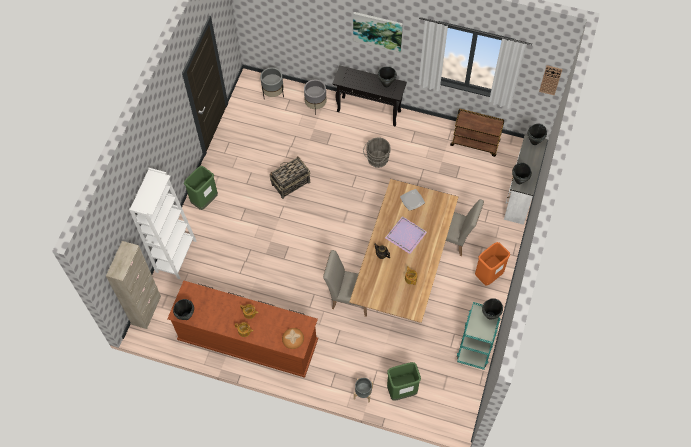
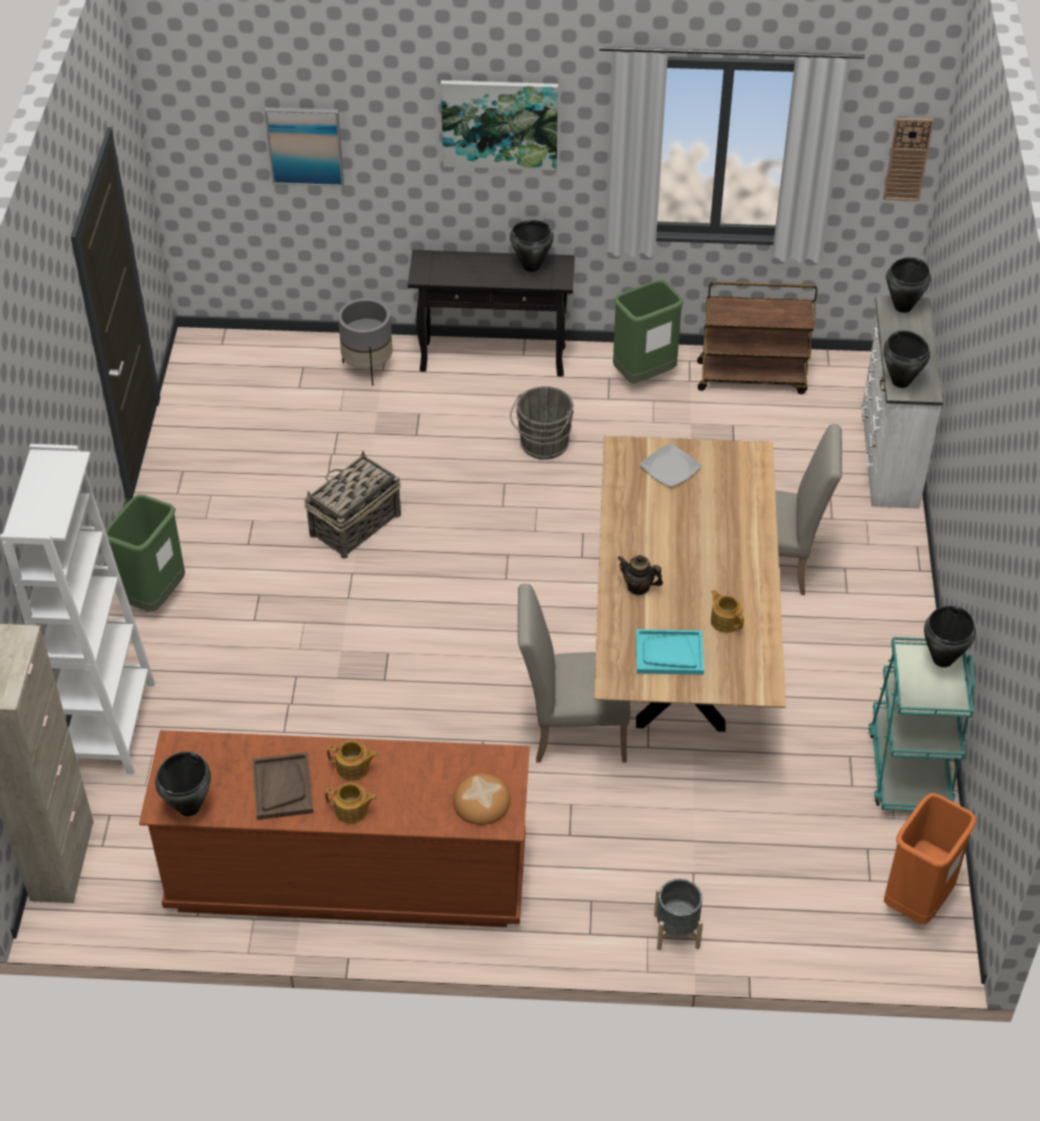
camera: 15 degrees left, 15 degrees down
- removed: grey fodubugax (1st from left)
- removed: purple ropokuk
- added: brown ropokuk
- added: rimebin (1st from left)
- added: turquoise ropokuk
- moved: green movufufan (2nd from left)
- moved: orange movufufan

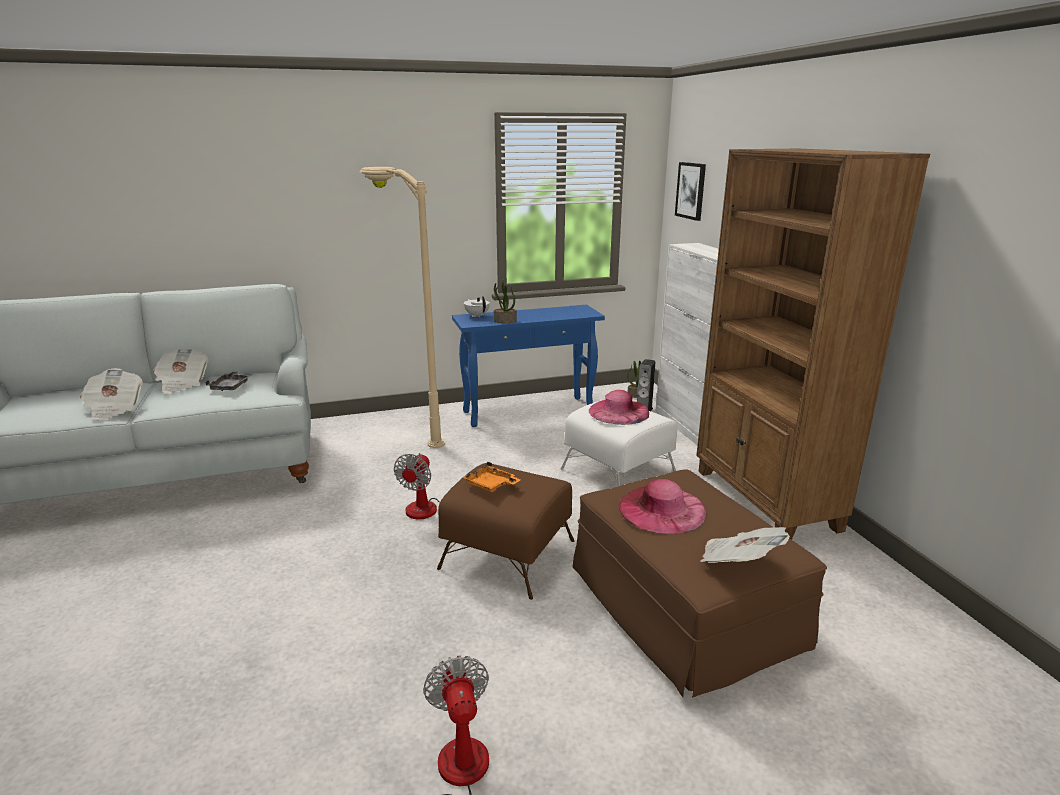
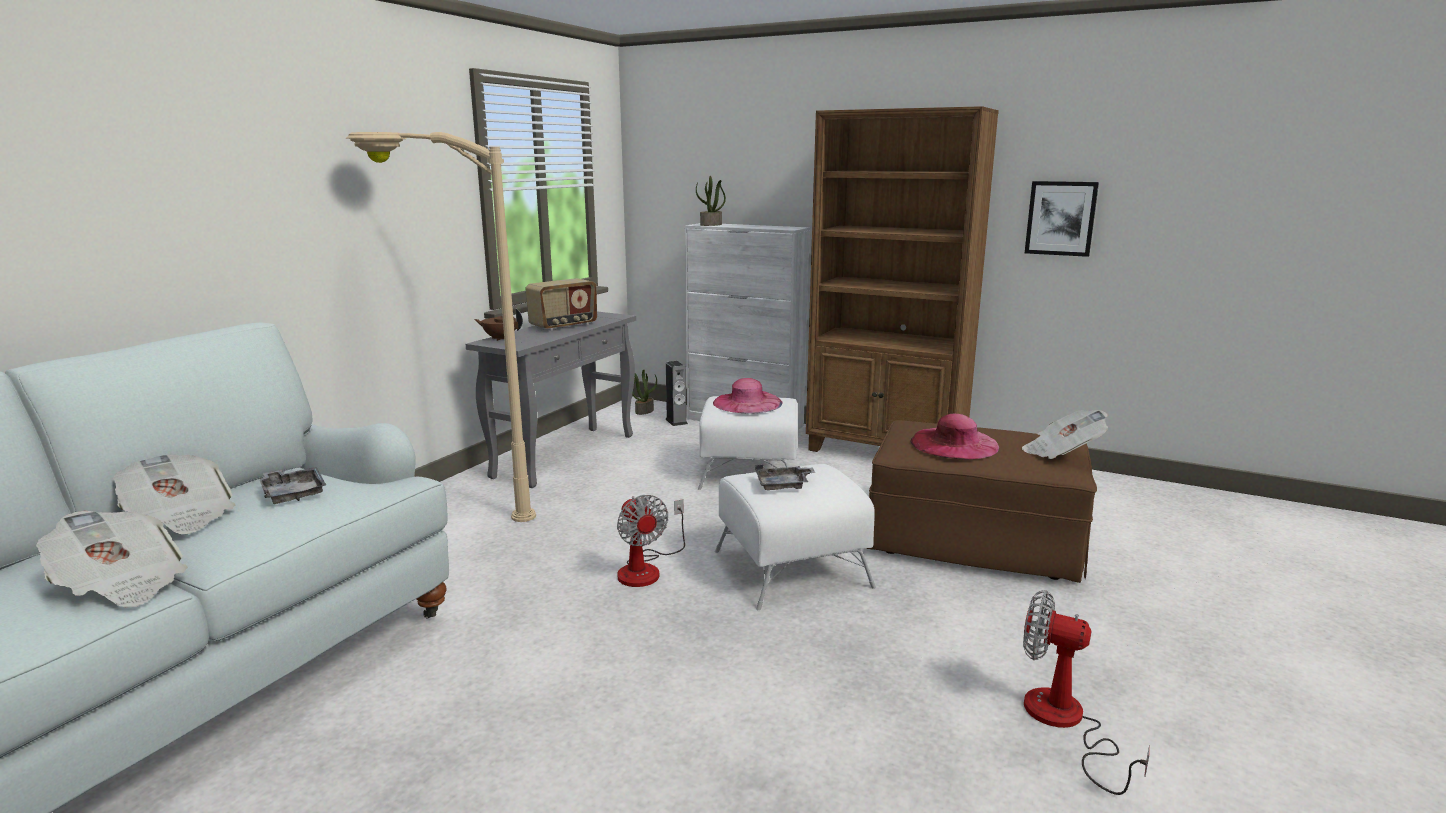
camera: 45 degrees left, 5 degrees down
- added: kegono
- moved: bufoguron (1st from left in the first image) to bufoguron (2nd from left)
- moved: rimebin
- recoloured: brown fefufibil (1st from left) to white fefufibil (2nd from left)
- recoloured: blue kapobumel to grey kapobumel
- recoloured: orange ropokuk to grey ropokuk (2nd from left)
- recoloured: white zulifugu to brown zulifugu

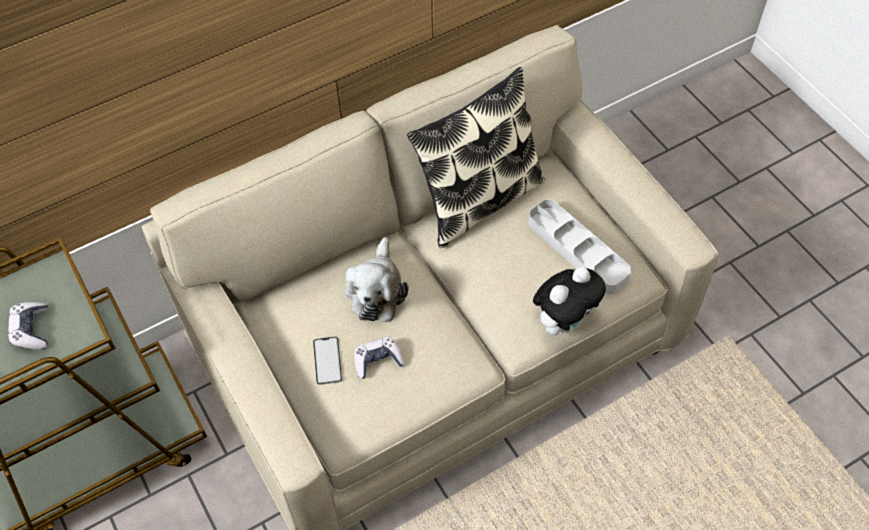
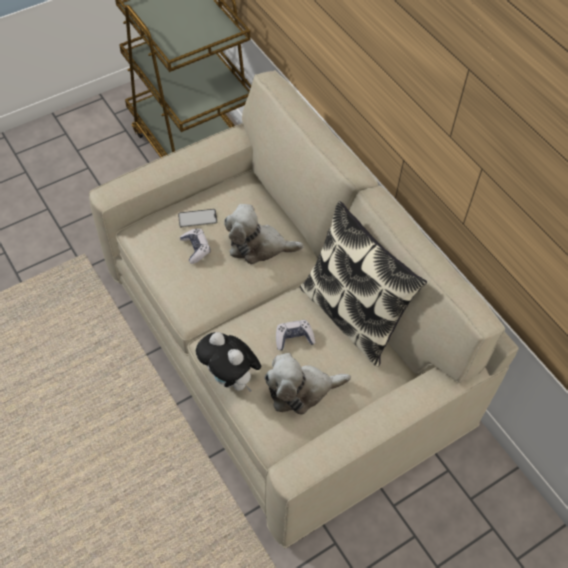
camera: 85 degrees right, 0 degrees up
- moved: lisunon (1st from left in the first image) to lisunon (2nd from left)
- replaced: grey ropokuk to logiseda (3rd from left)

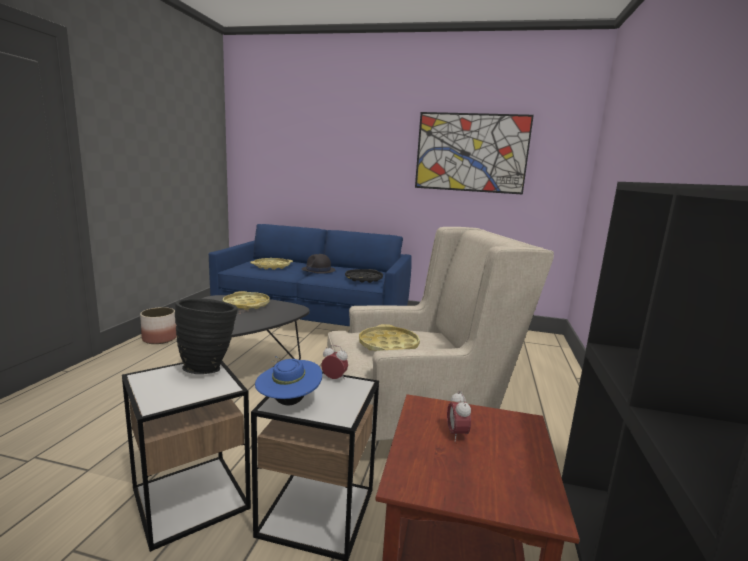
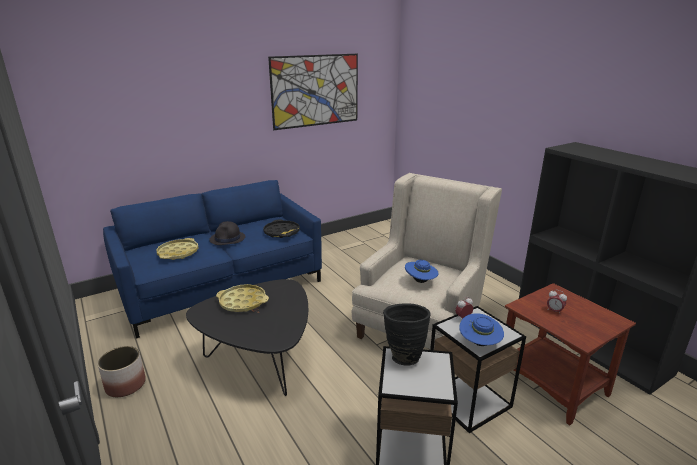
camera: 45 degrees left, 10 degrees up
- replaced: yellow ropokuk (3rd from left) to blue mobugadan (1st from left)

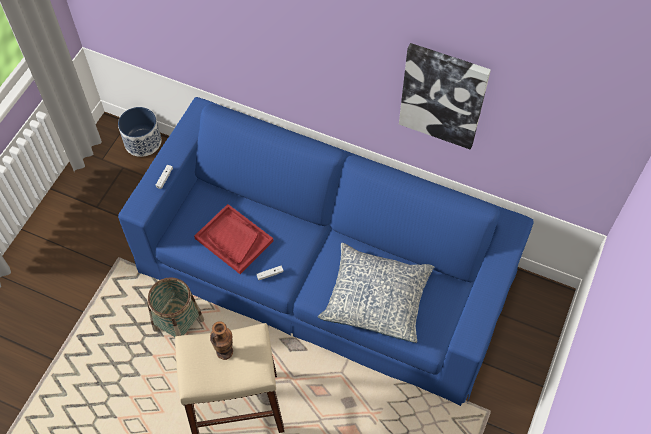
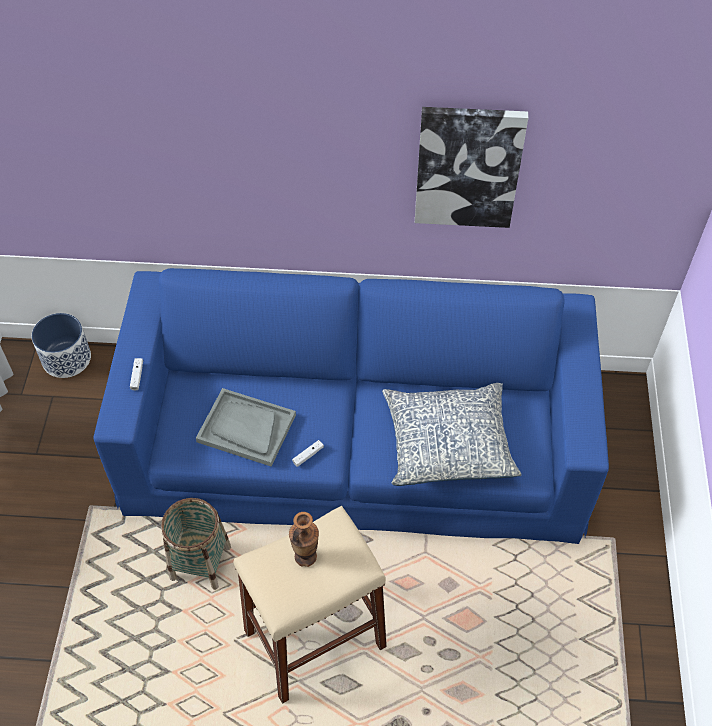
camera: 20 degrees left, 5 degrees down
- recoloured: red ropokuk to grey ropokuk

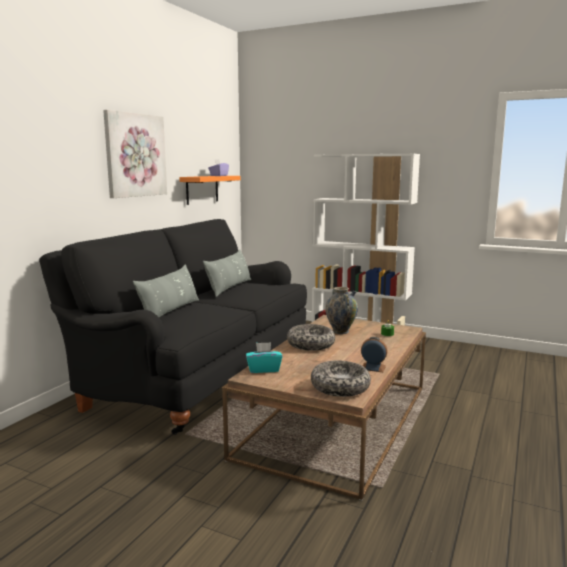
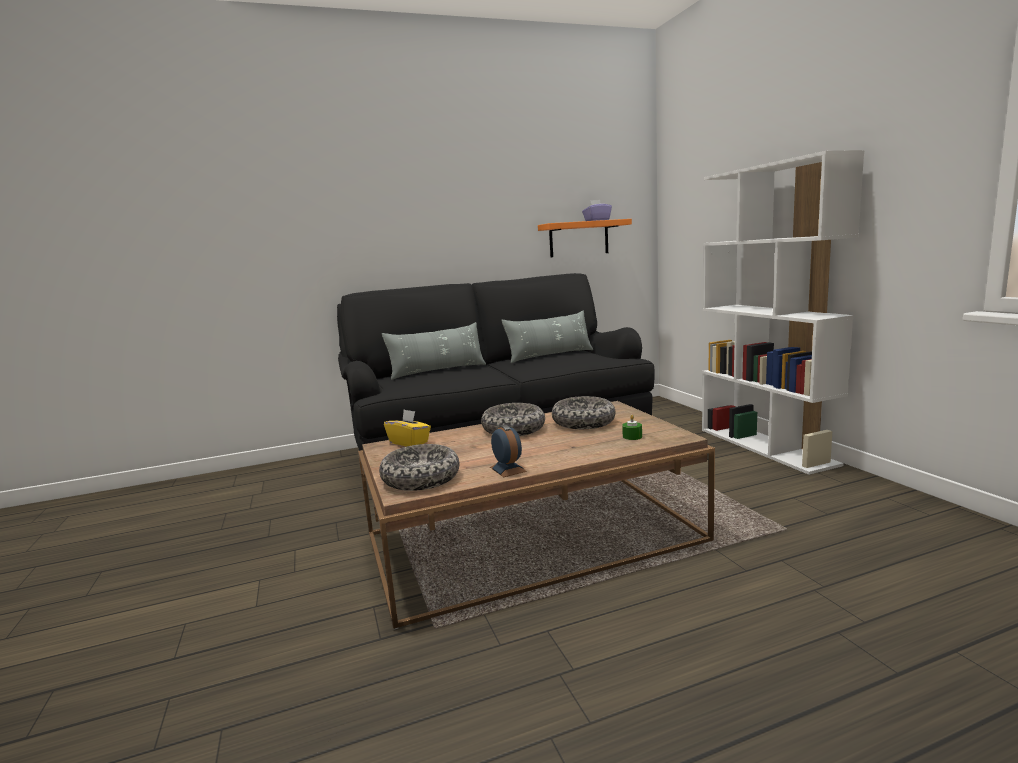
camera: 45 degrees right, 0 degrees up
- removed: rimebin
- replaced: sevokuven to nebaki (3rd from left)
- recoloured: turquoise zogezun to yellow zogezun

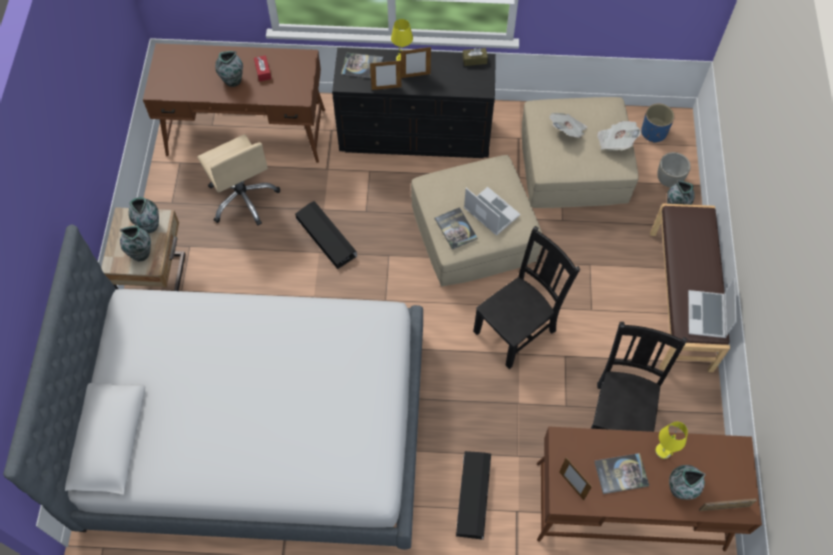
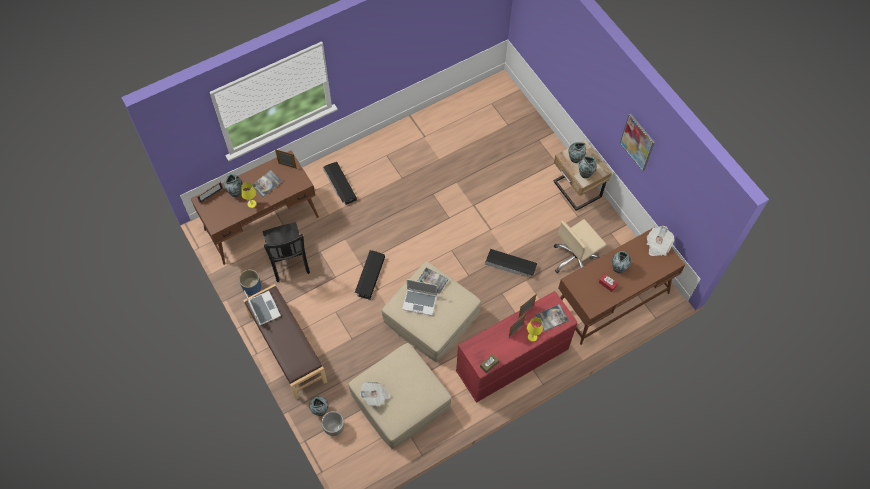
camera: 145 degrees right, 0 degrees up
- removed: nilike
- added: rimebin
- moved: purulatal (1st from left in the first image) to purulatal (2nd from left)
- moved: blue fodubugax
- replaced: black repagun (1st from left) to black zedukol (2nd from left)
- recoloured: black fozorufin to red fozorufin
- turned: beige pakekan 60 degrees counterclockwise

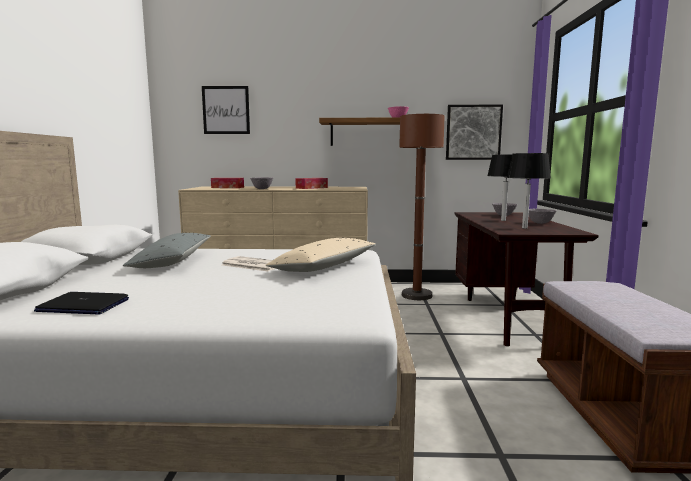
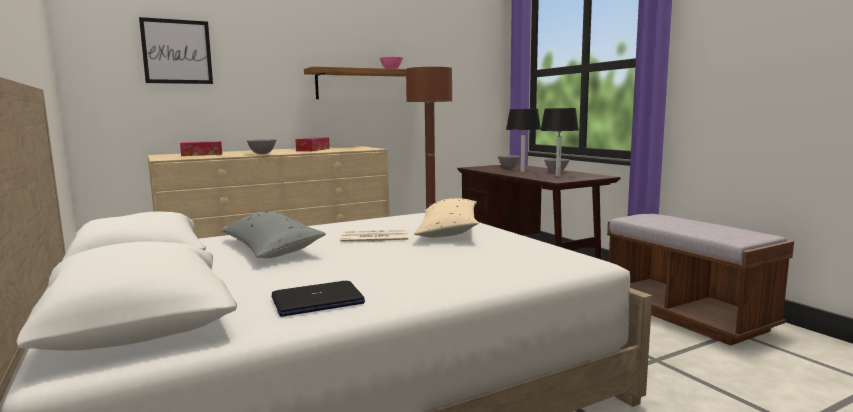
camera: 30 degrees left, 0 degrees up
- removed: rimebin (2nd from left)

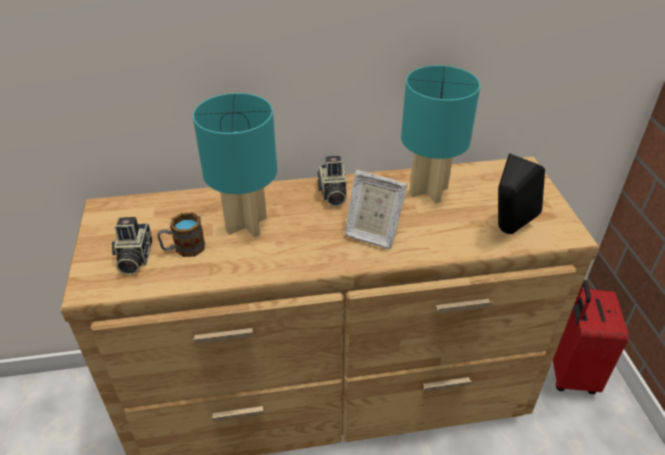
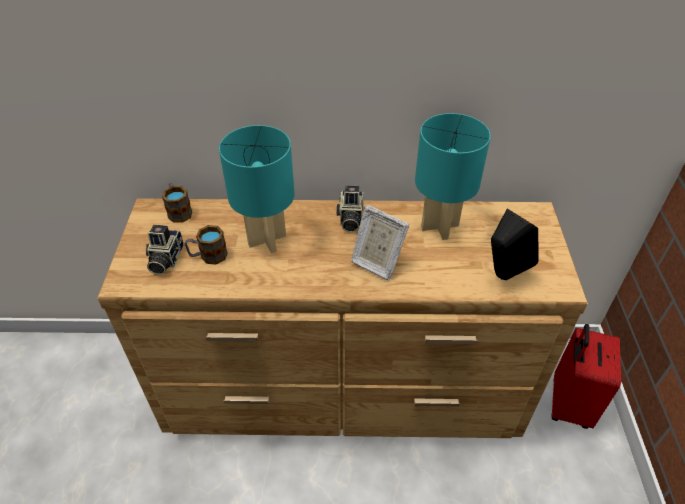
camera: 10 degrees right, 5 degrees up
- added: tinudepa (1st from left)

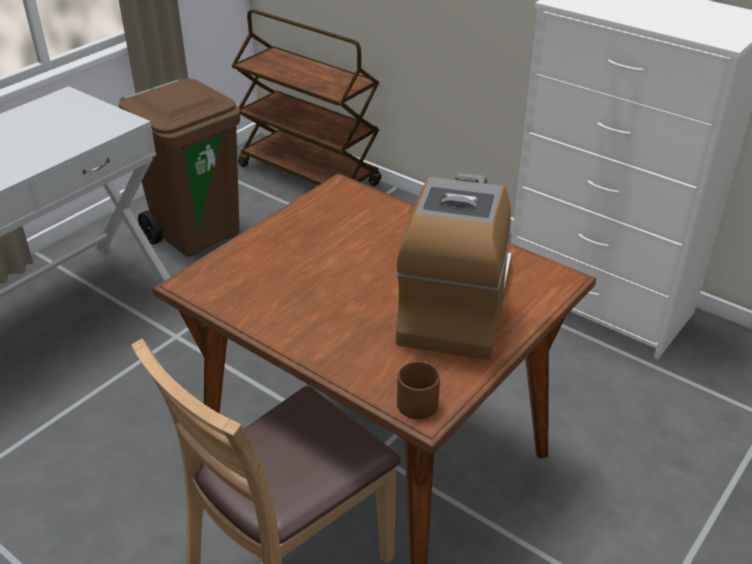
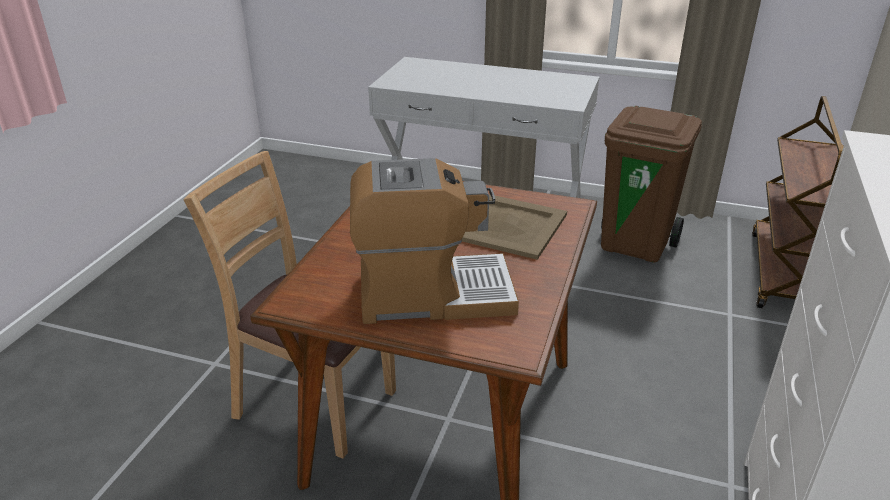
camera: 70 degrees right, 5 degrees down
- removed: brown tinudepa
- added: beige ropokuk

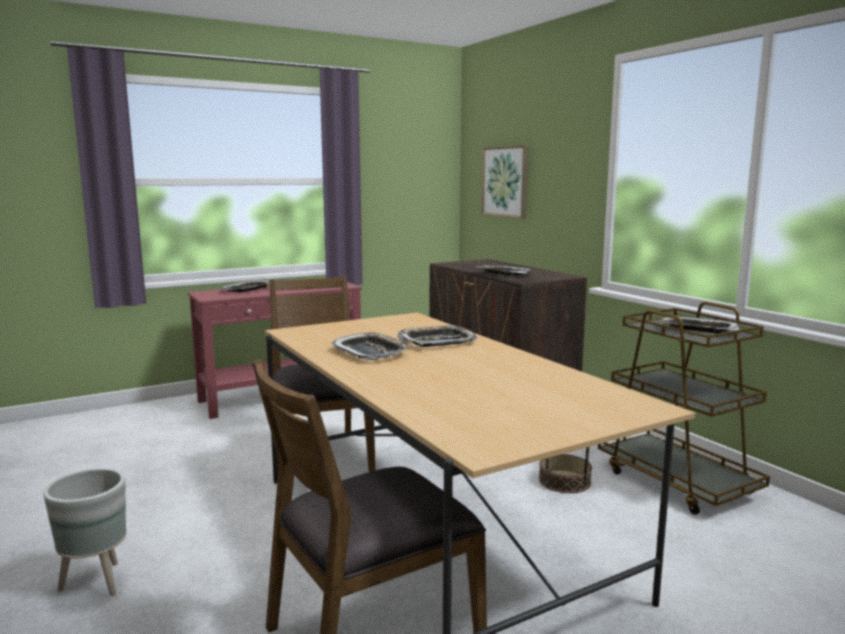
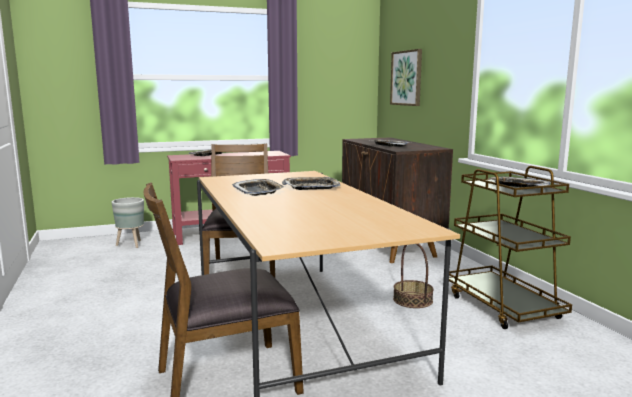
camera: 10 degrees right, 0 degrees up
- moved: grey fodubugax

